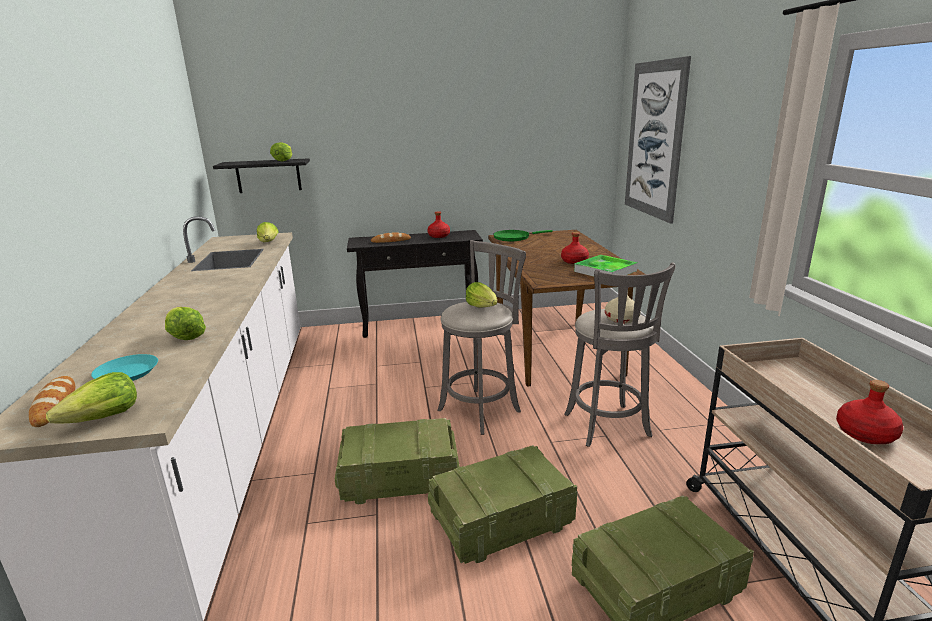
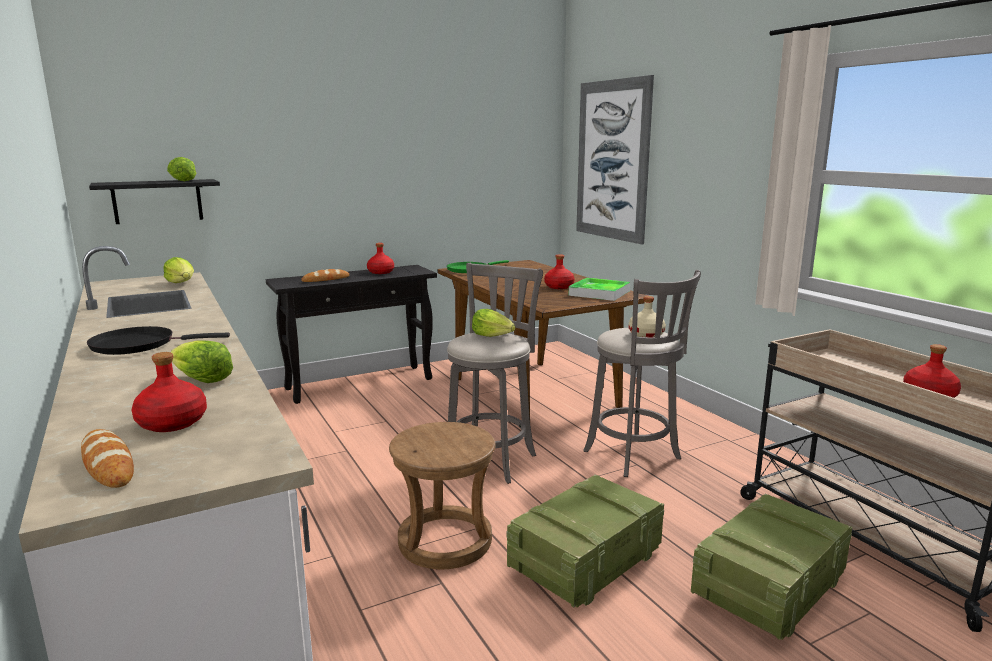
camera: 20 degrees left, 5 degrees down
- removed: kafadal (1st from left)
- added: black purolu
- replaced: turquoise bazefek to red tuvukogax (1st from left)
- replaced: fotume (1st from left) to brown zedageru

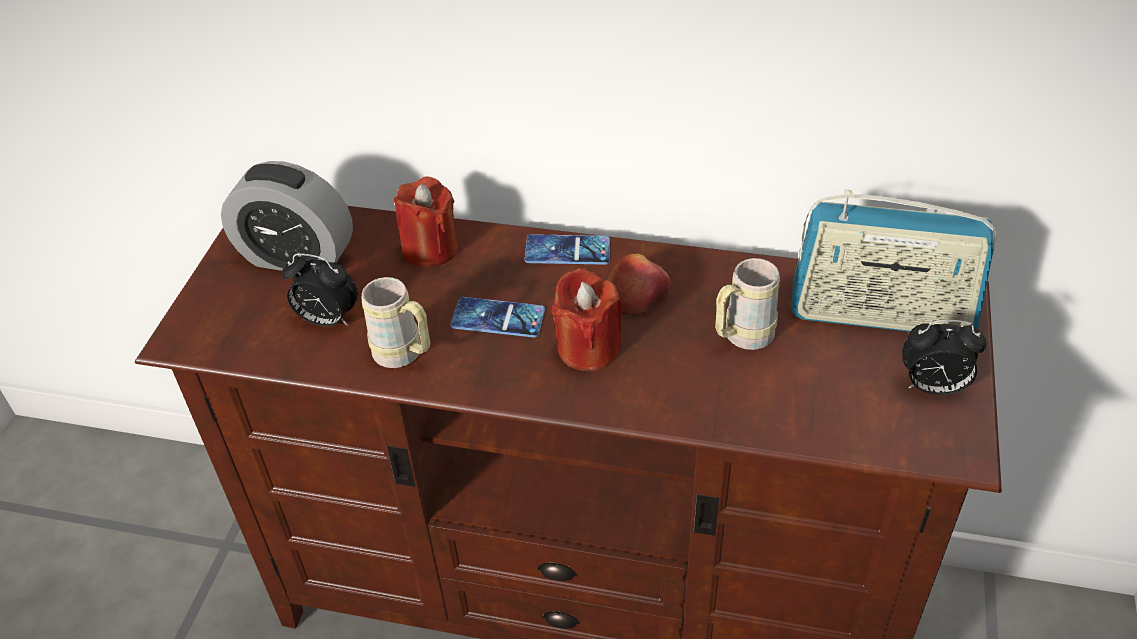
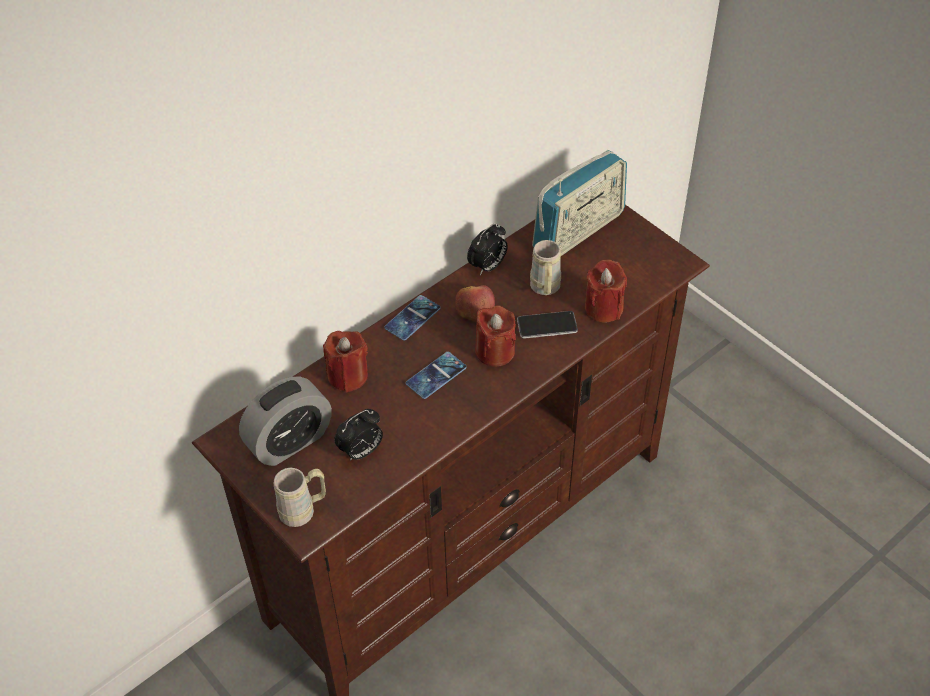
camera: 55 degrees left, 5 degrees up
- added: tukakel (3rd from left)
- added: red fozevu (3rd from left)
- moved: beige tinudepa (1st from left)
- moved: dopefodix (3rd from left)

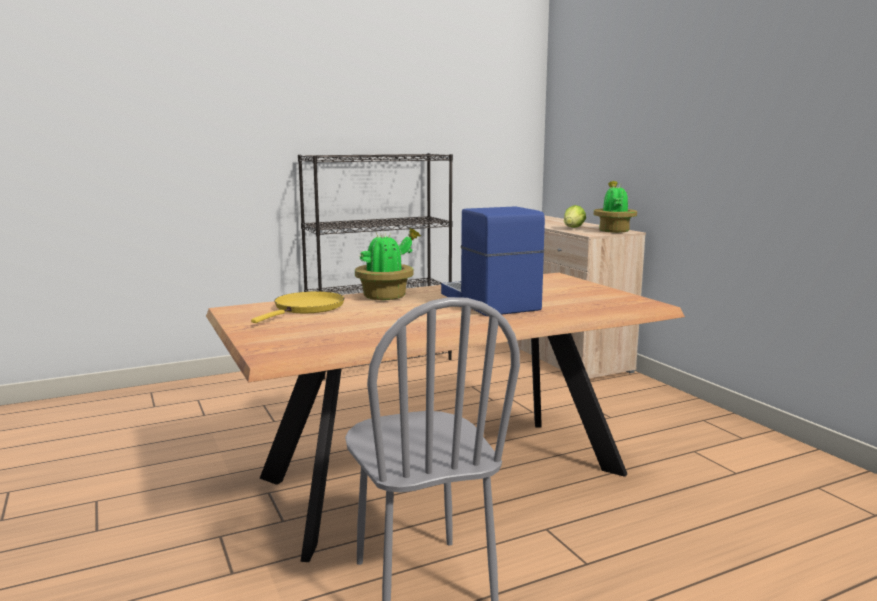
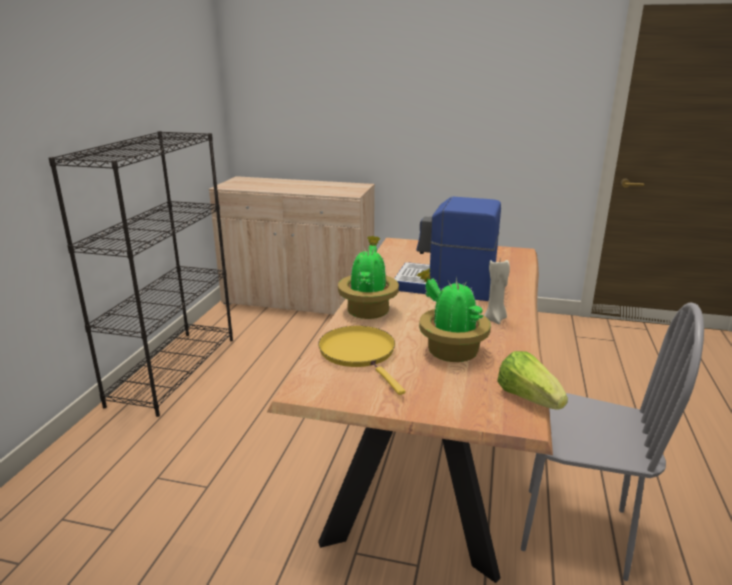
camera: 50 degrees left, 10 degrees up
- added: beige fozevu
- moved: kafadal
- moved: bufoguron (2nd from left)

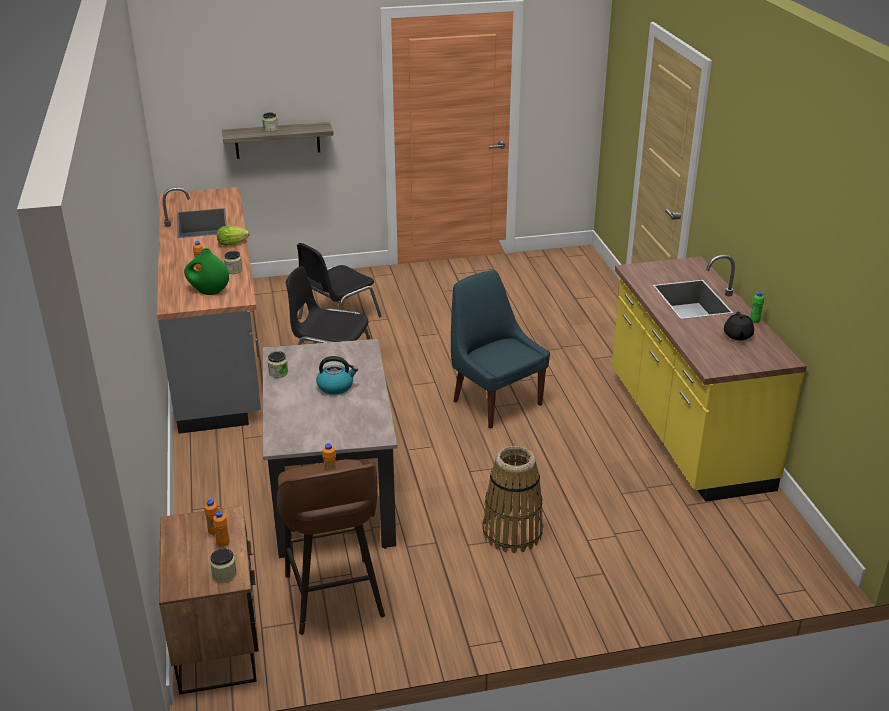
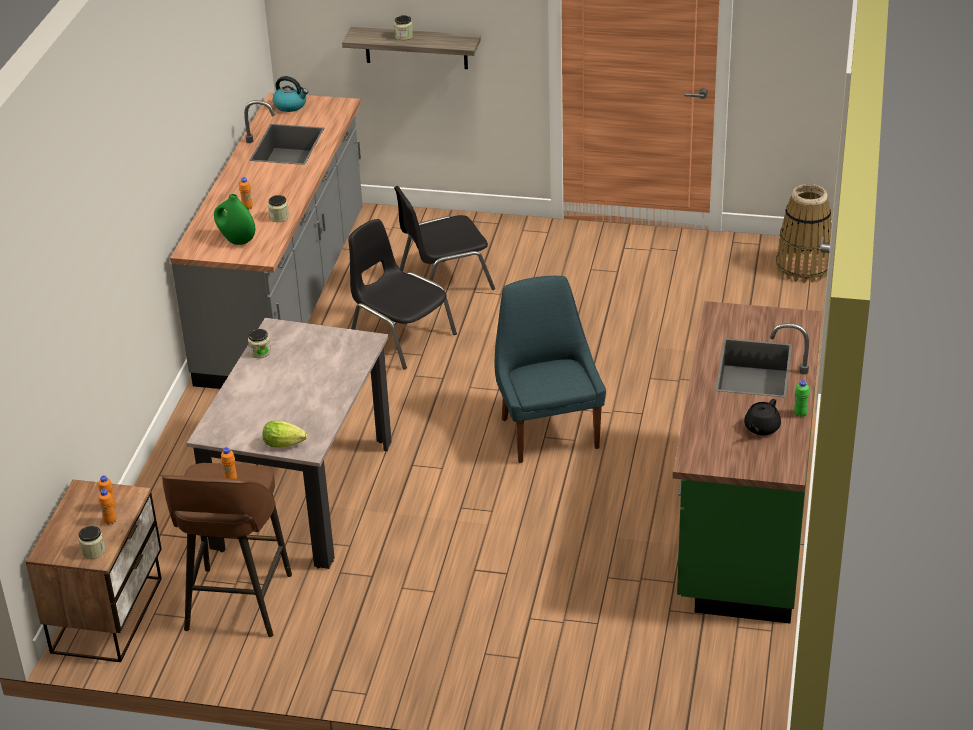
camera: 25 degrees right, 5 degrees up
- moved: kafadal
- moved: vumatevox
- moved: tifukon
- recoloured: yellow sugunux to green sugunux

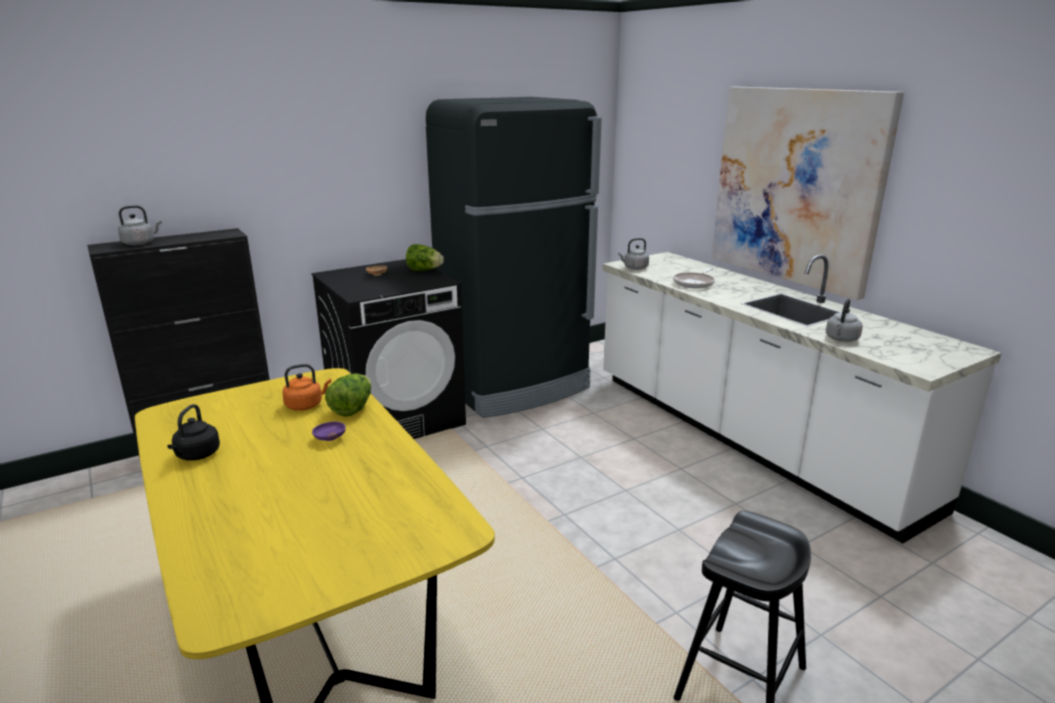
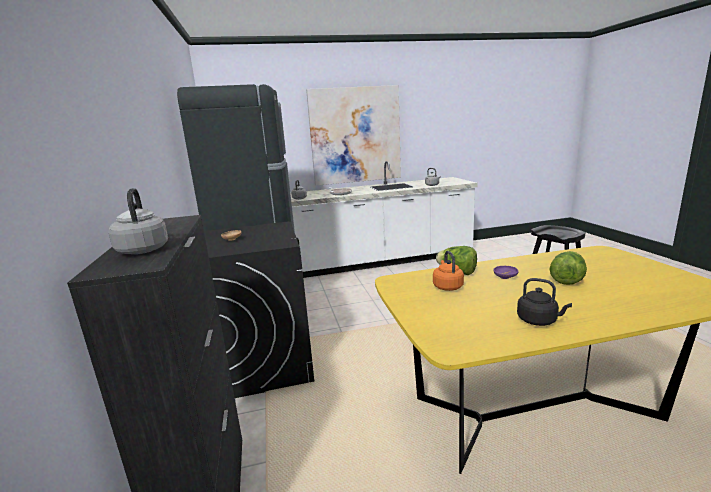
camera: 70 degrees left, 5 degrees down
- moved: kafadal (2nd from left)

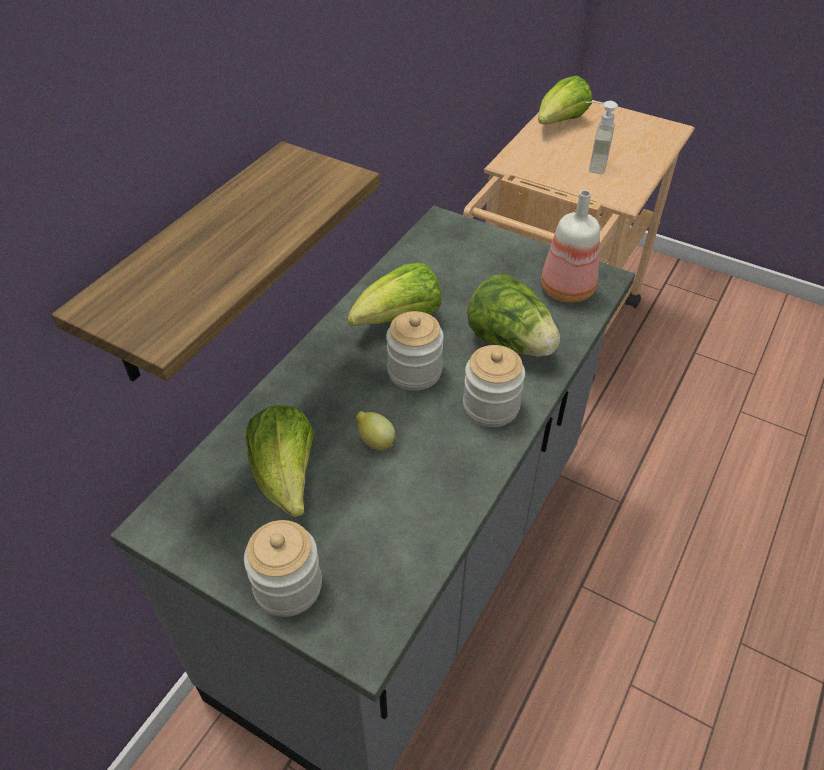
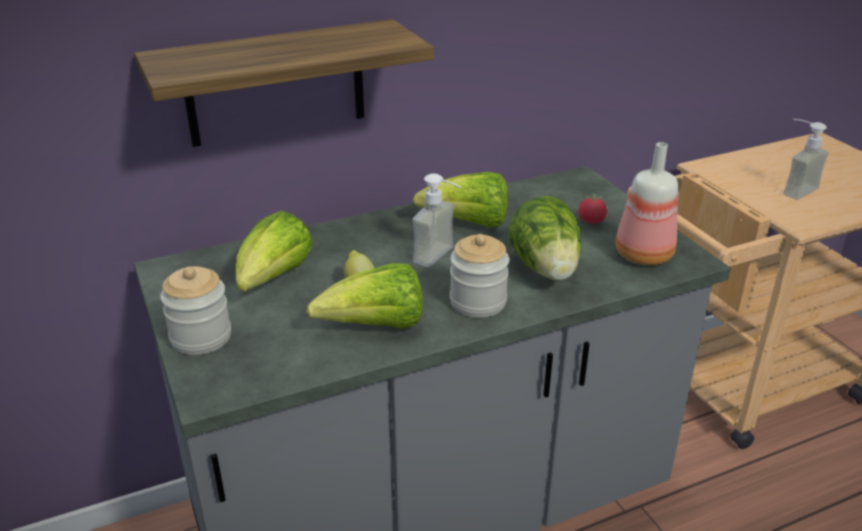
camera: 35 degrees right, 15 degrees down
- added: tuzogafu
- moved: kafadal (4th from left in the first image) to kafadal (2nd from left)
- replaced: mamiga (2nd from left) to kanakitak (1st from left)

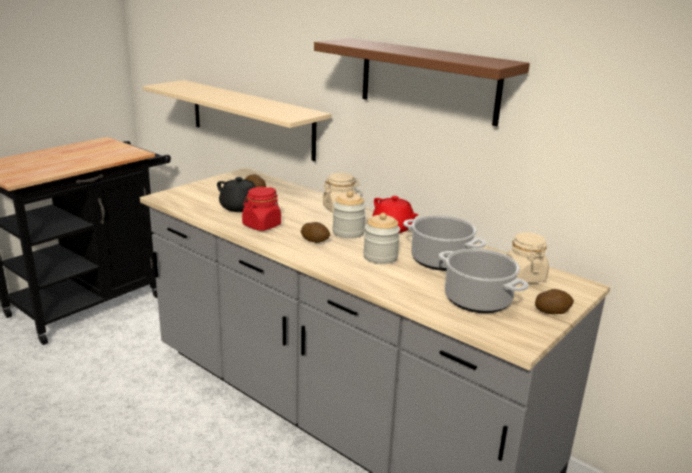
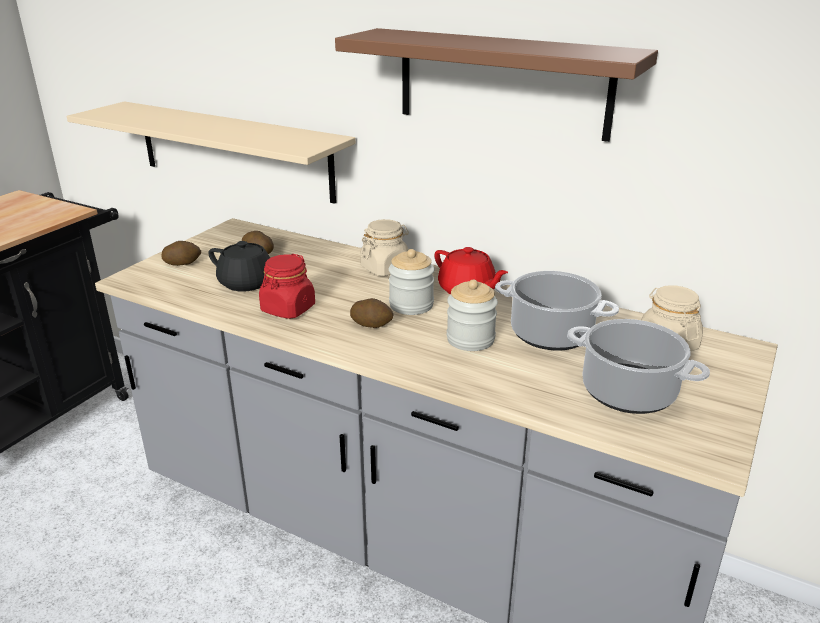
camera: 10 degrees left, 5 degrees up
- moved: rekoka (3rd from left in the first image) to rekoka (1st from left)

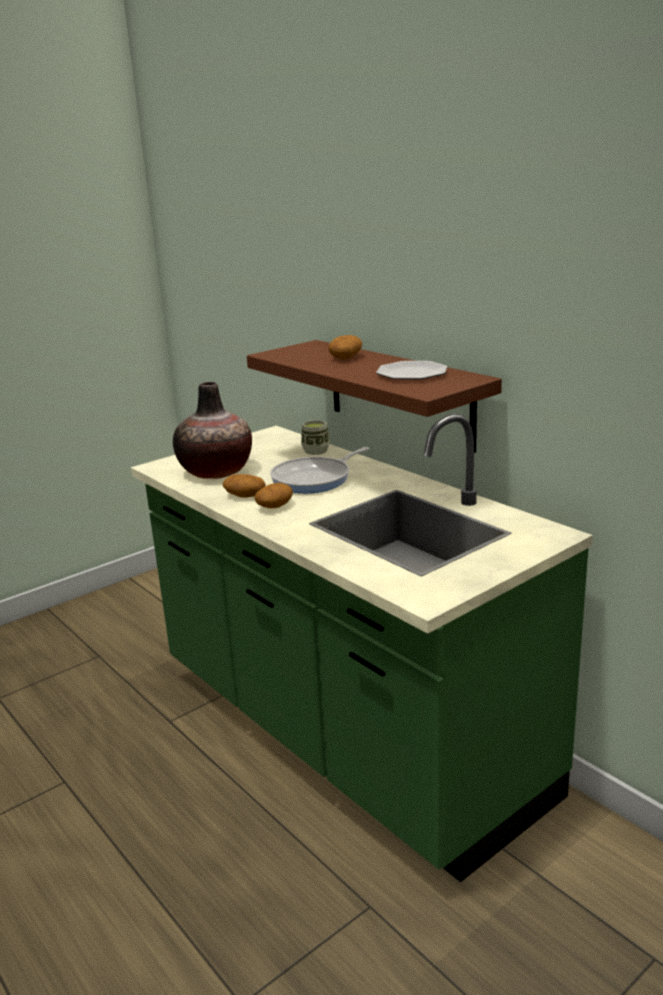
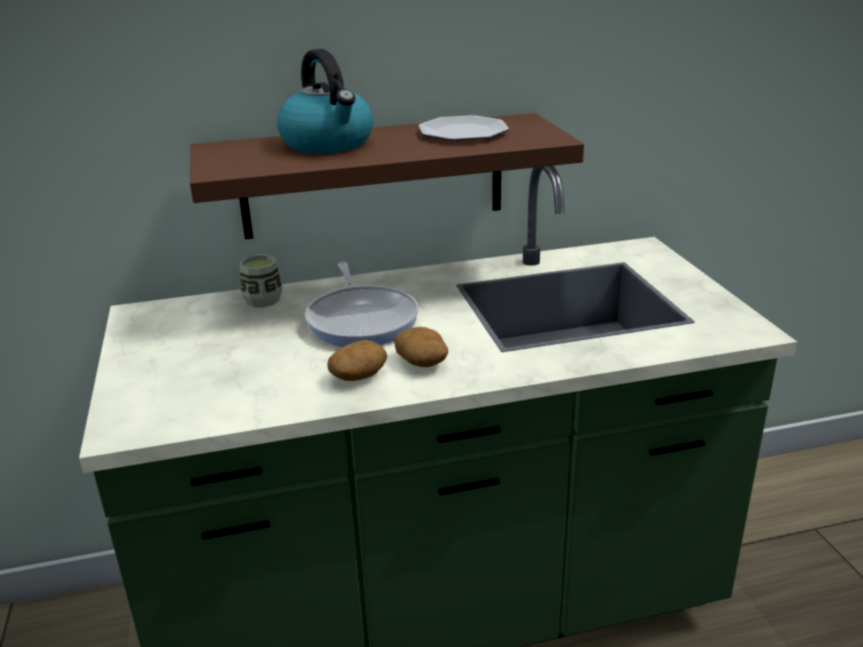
camera: 65 degrees left, 5 degrees up
- removed: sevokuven
- replaced: rekoka (3rd from left) to vumatevox

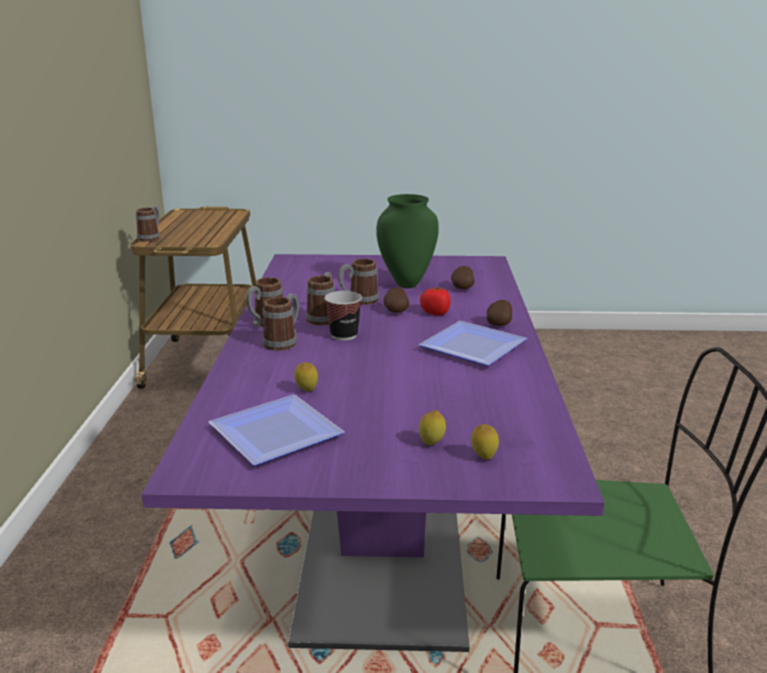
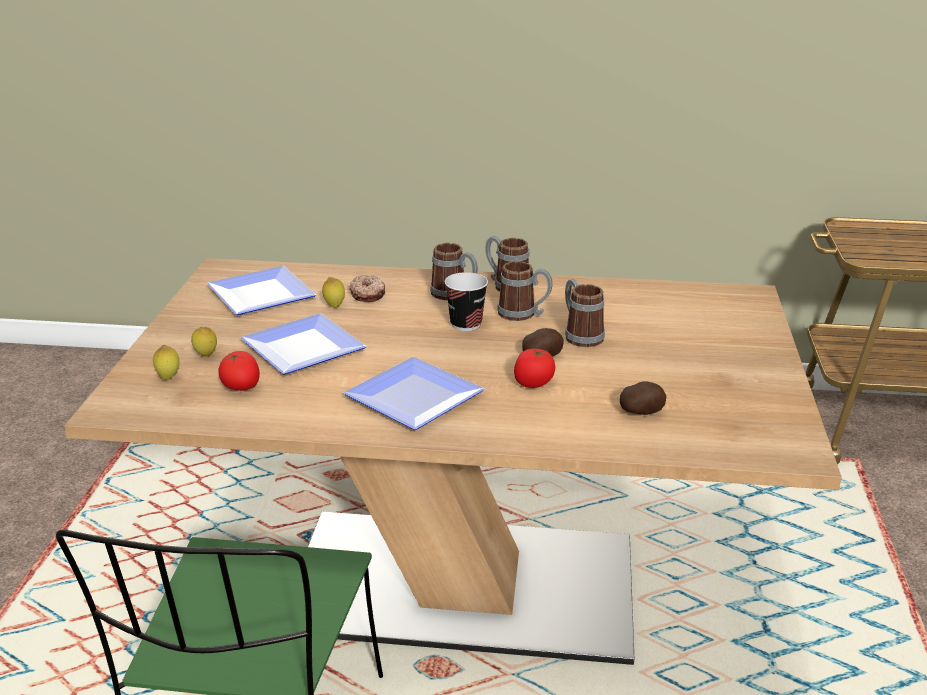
camera: 95 degrees right, 5 degrees up
- removed: tinudepa (1st from left)
- removed: green sevokuven
- removed: rekoka (3rd from left)
- added: tuzogafu (1st from left)
- added: bazefek (2nd from left)
- added: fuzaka
- recoloured: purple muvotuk to brown muvotuk

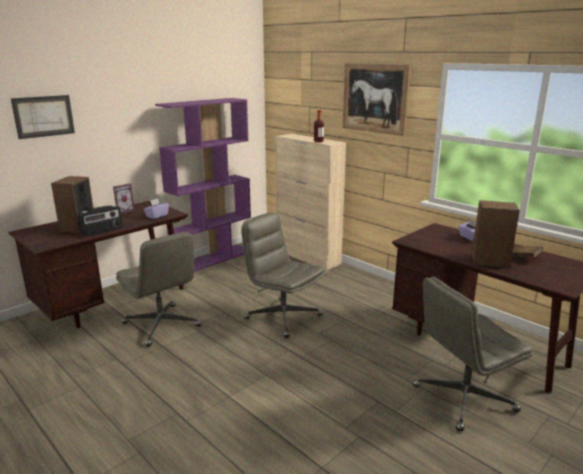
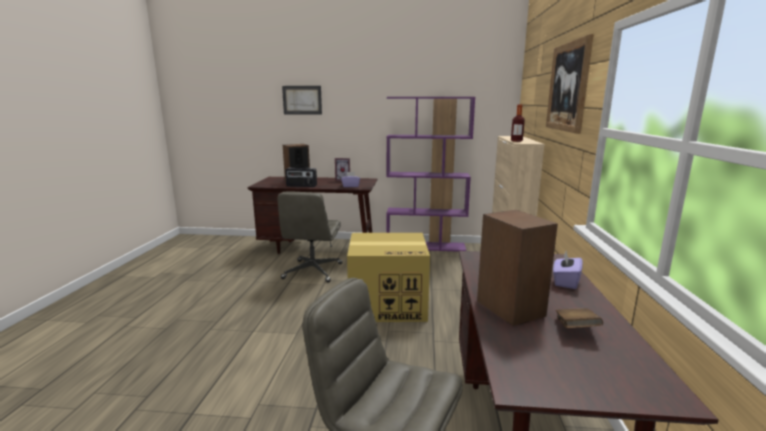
camera: 50 degrees right, 5 degrees down
- replaced: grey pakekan (2nd from left) to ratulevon

